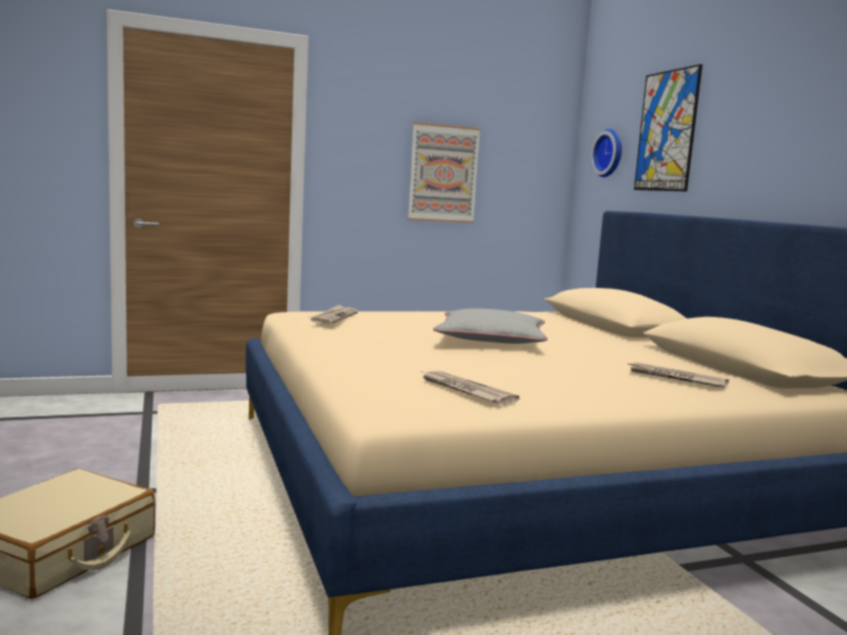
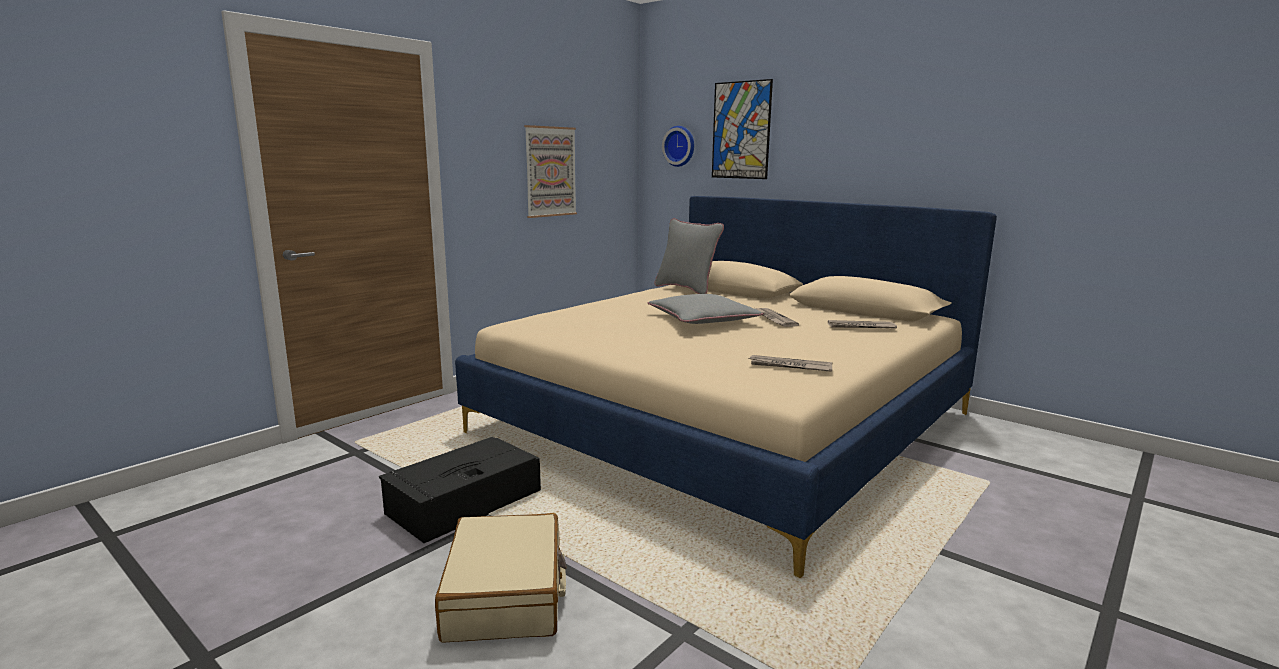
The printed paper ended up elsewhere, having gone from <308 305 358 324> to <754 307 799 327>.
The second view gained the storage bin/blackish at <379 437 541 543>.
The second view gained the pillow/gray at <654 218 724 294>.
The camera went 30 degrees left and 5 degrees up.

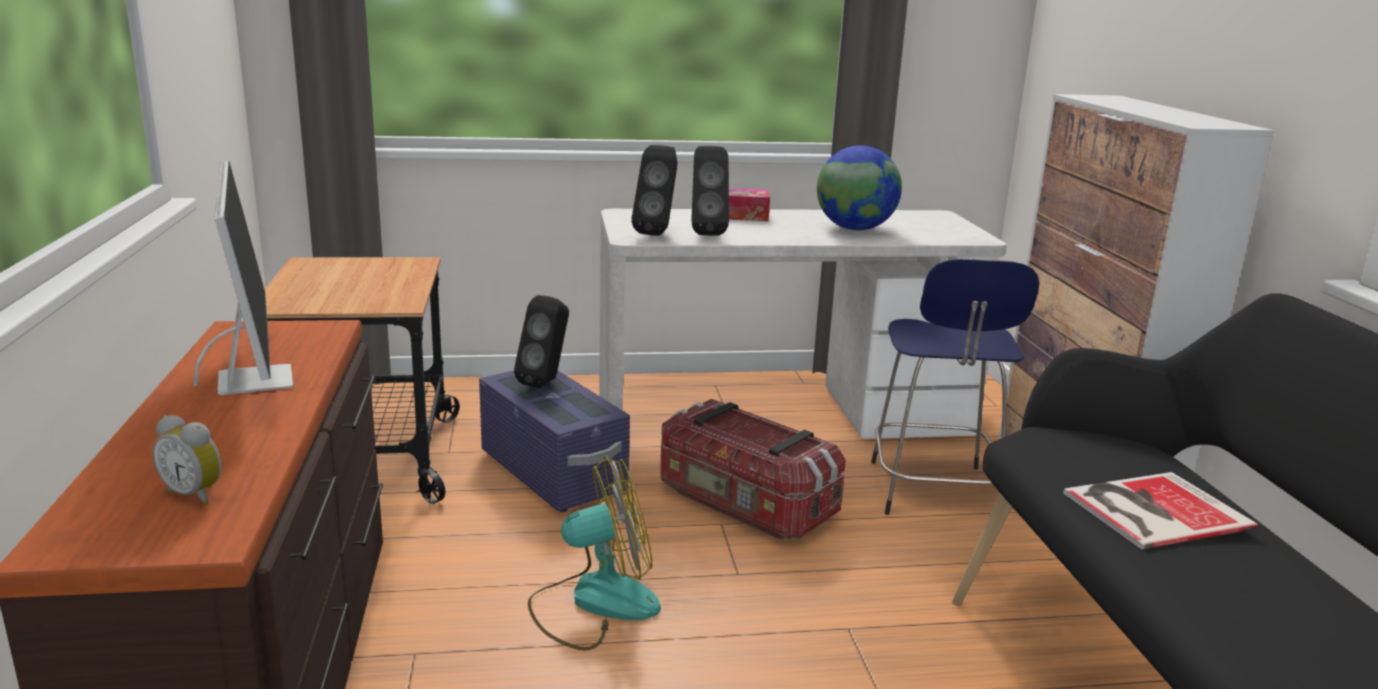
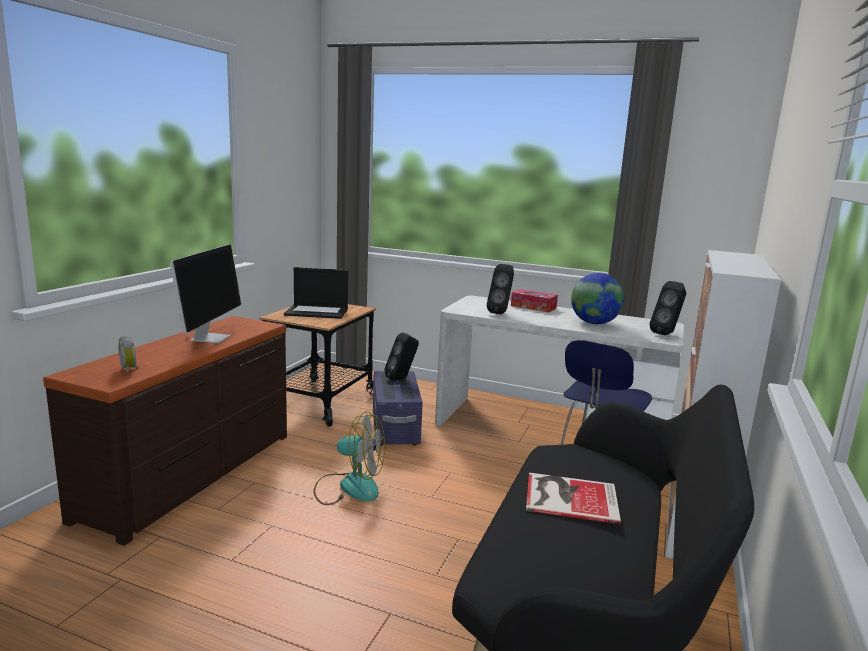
The audio speaker/blackish ended up elsewhere, having gone from <631 145 677 236> to <649 281 686 335>.
The second view lost the storage bin at <660 399 846 539>.
The second view gained the laptop at <284 267 348 319>.
The camera went 30 degrees right and 5 degrees down.

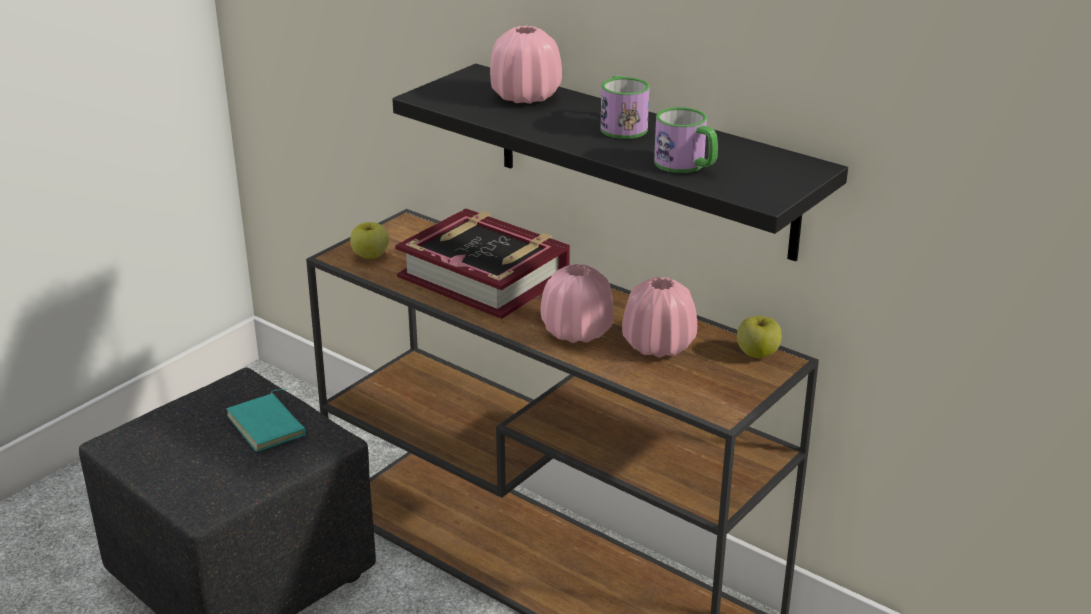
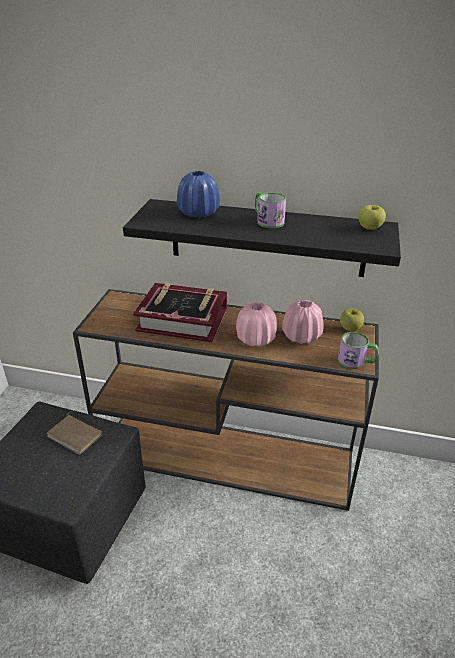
What was the bound book/turquoise at <227 389 305 452> turned into the bound book/brown-coloured at <47 409 102 455>.
The apple ended up elsewhere, having gone from <350 222 389 259> to <359 205 386 230>.
What was the decorative vase/pink at <490 26 562 104> turned into the decorative vase/blue-coloured at <177 171 220 218>.
The coffee mug ended up elsewhere, having gone from <654 107 718 173> to <338 332 379 369>.
The camera went 25 degrees left and 5 degrees up.

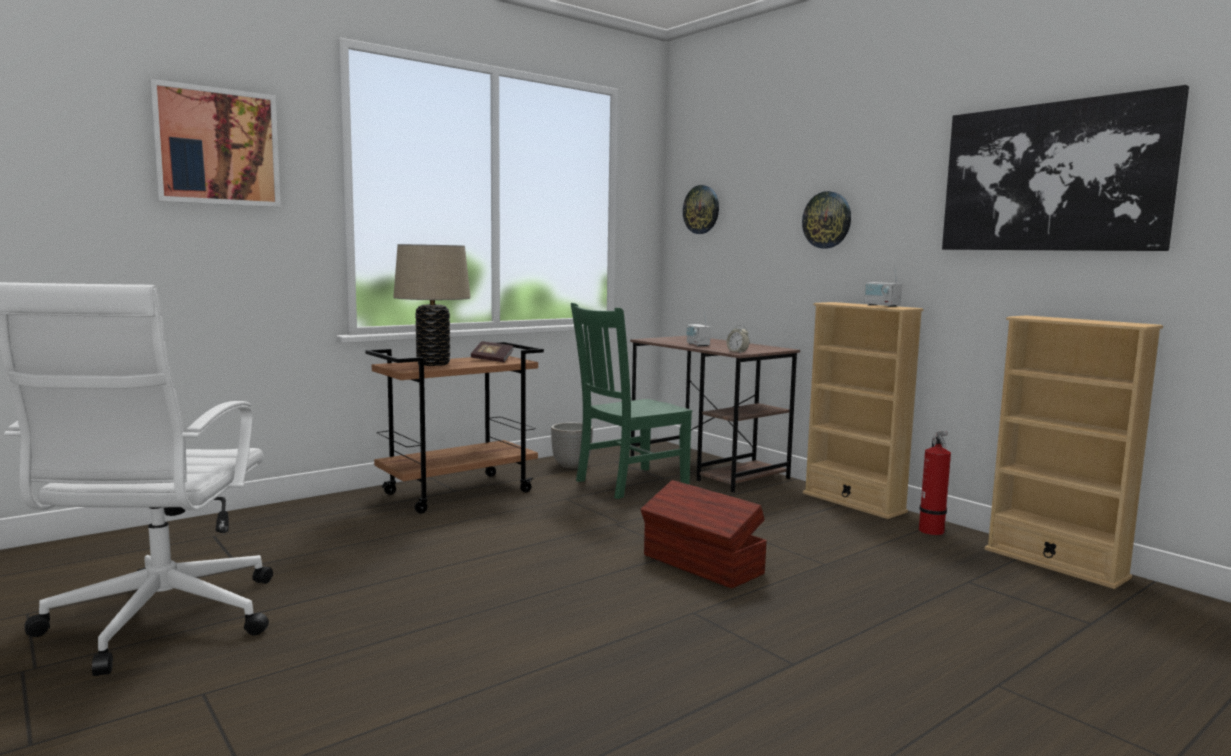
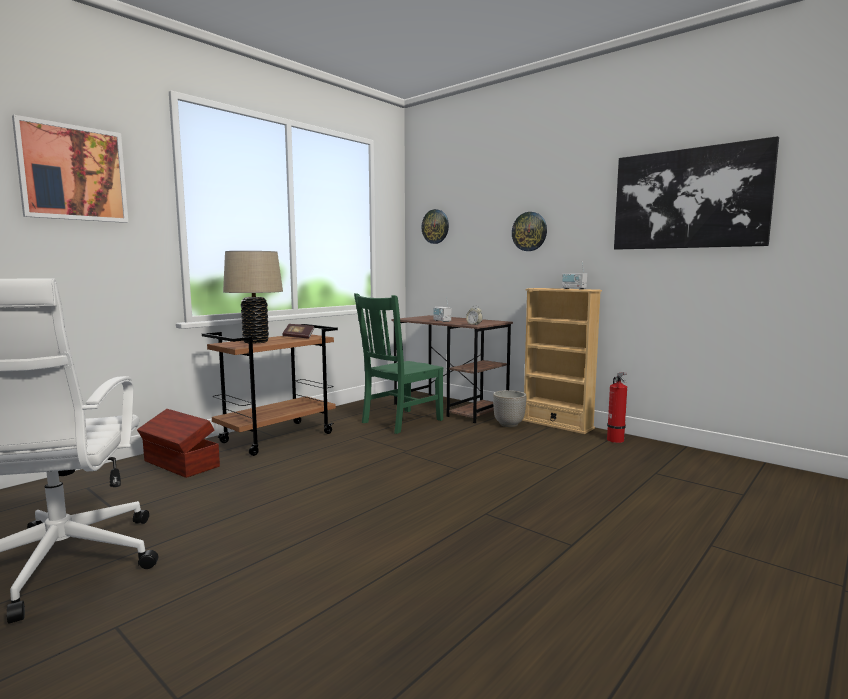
The plant pot ended up elsewhere, having gone from <551 422 593 469> to <493 390 527 427>.
The storage bin/brown-coloured ended up elsewhere, having gone from <640 480 767 588> to <137 409 220 478>.
The second view lost the bookcase/sand-coloured at <985 315 1163 589>.
The camera went 10 degrees left and 0 degrees up.

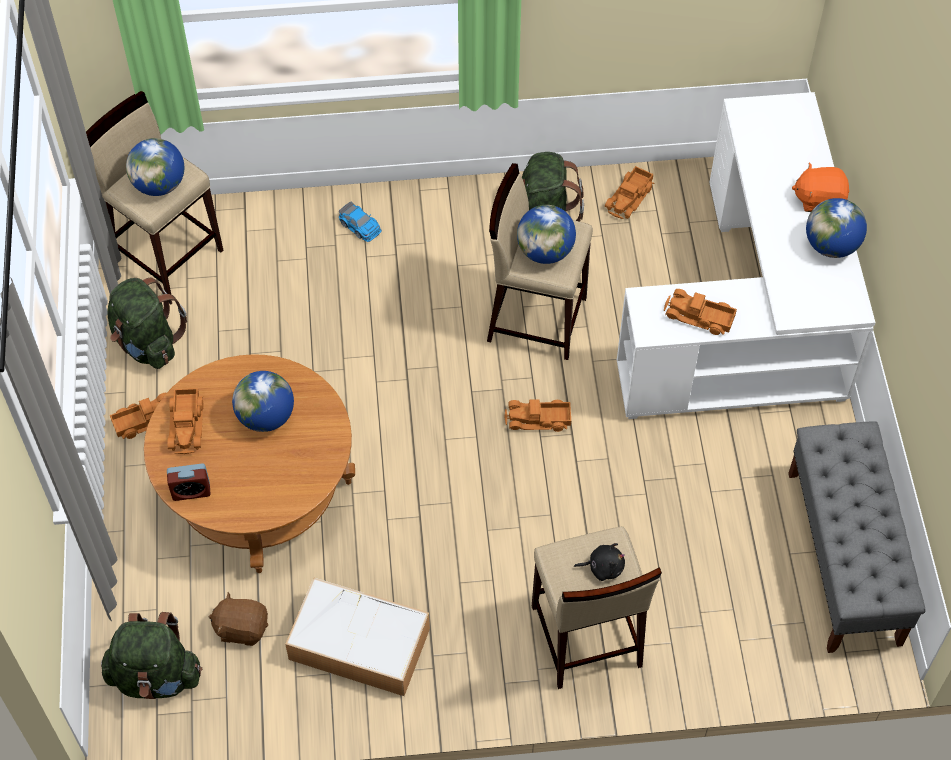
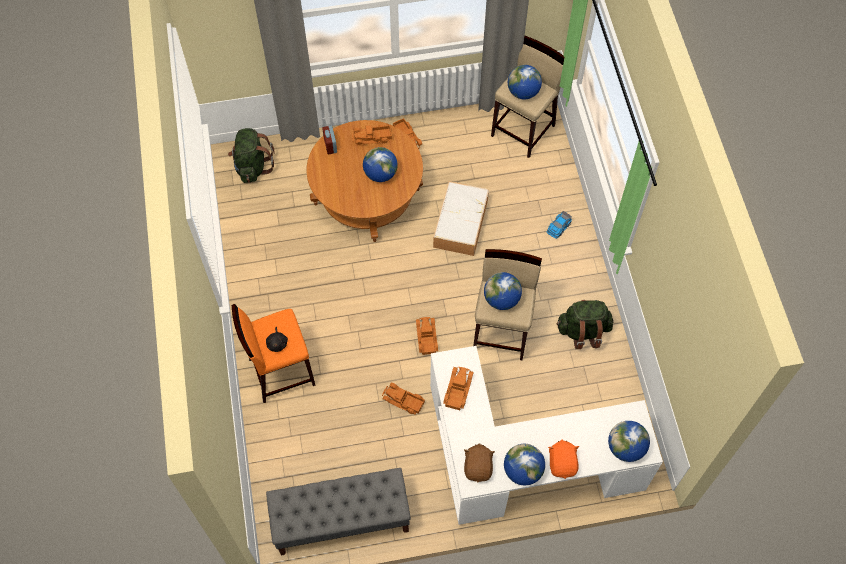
The second view lost the backpack/greenish at <108 278 187 369>.
The soft toy/brown-coloured ended up elsewhere, having gone from <208 592 268 646> to <464 443 495 483>.
The storage bin ended up elsewhere, having gone from <285 578 430 696> to <433 181 489 256>.
What was the sitting stool/sand-coloured at <532 526 662 689> turned into the sitting stool/orangey at <232 304 316 403>.
The toy truck ended up elsewhere, having gone from <605 166 654 219> to <382 383 425 415>.
The second view gained the globe at <608 421 650 462>.
The camera went 85 degrees right and 5 degrees up.

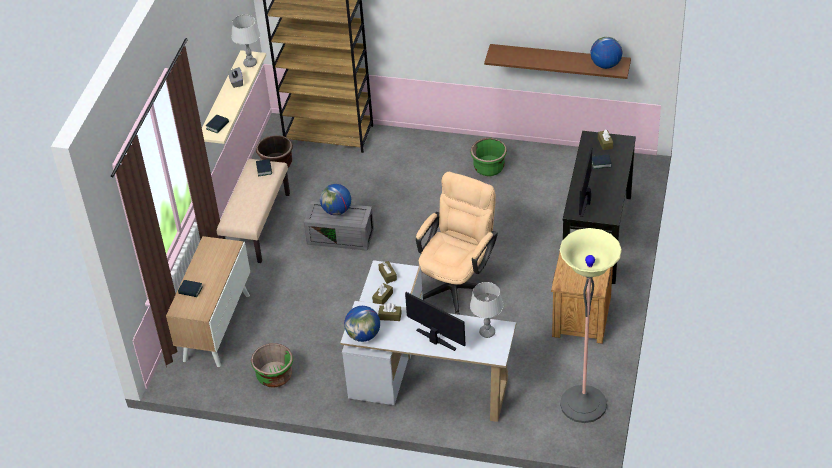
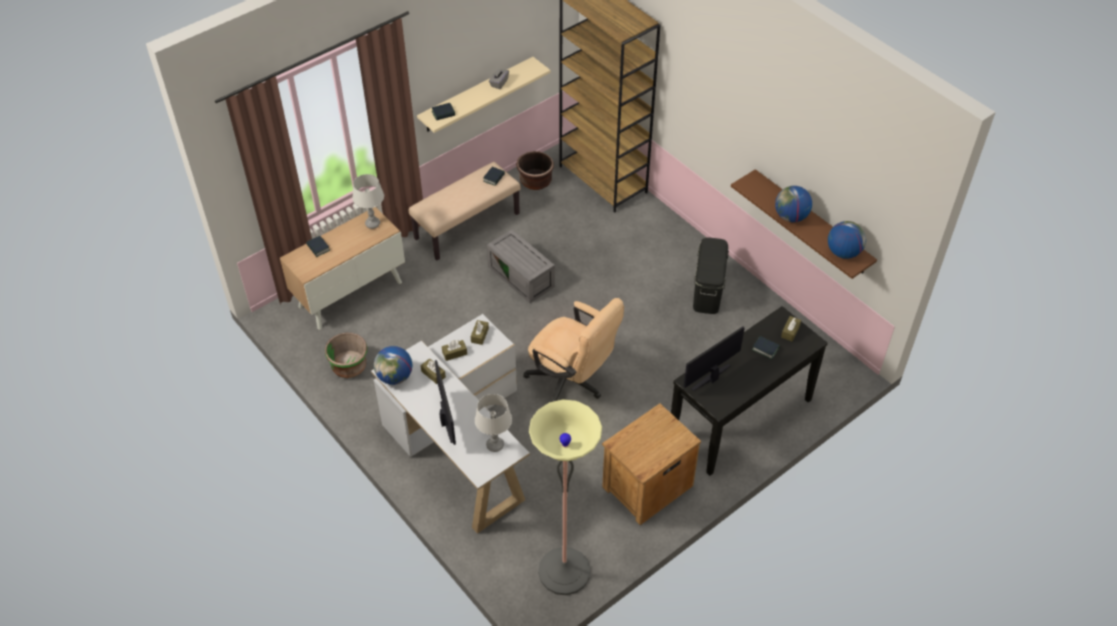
The lamp for a table/gray ended up elsewhere, having gone from <231 15 260 67> to <352 174 384 229>.
The globe ended up elsewhere, having gone from <320 184 351 215> to <775 186 812 222>.
The computer chair/sand-coloured at <416 172 498 315> ended up facing another way, 60 degrees clockwise from before.
Where the plant pot/greenish stood at <470 138 507 176>, the storage bin/blackish came to stand at <693 237 729 314>.
The camera went 35 degrees right and 5 degrees up.

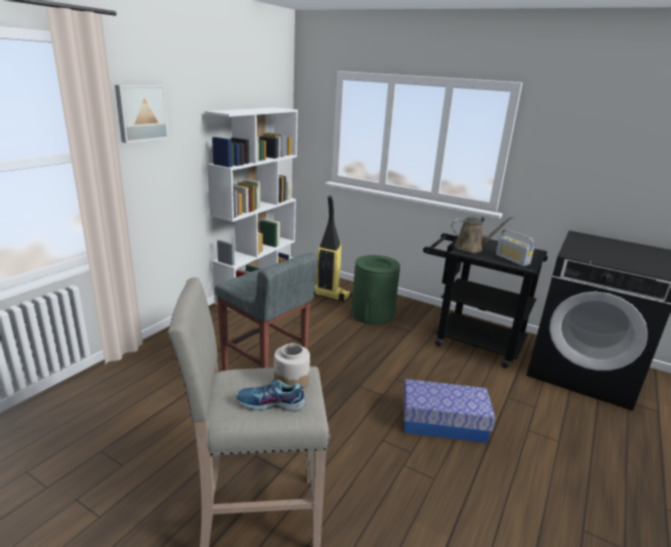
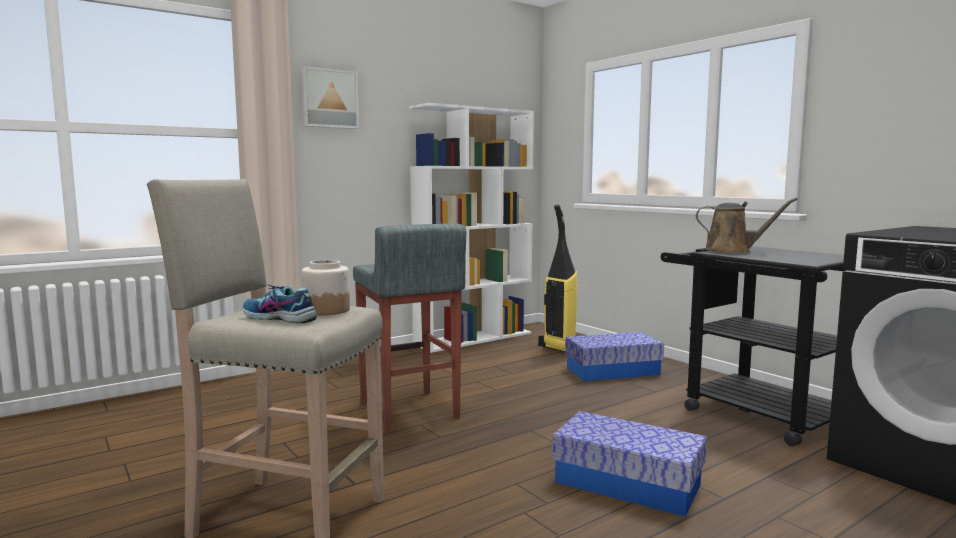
Where the trash can/greenish stood at <351 255 400 325>, the storage bin came to stand at <565 332 664 381>.
The second view lost the radio receiver at <496 229 534 266>.
The camera went 25 degrees right and 15 degrees down.

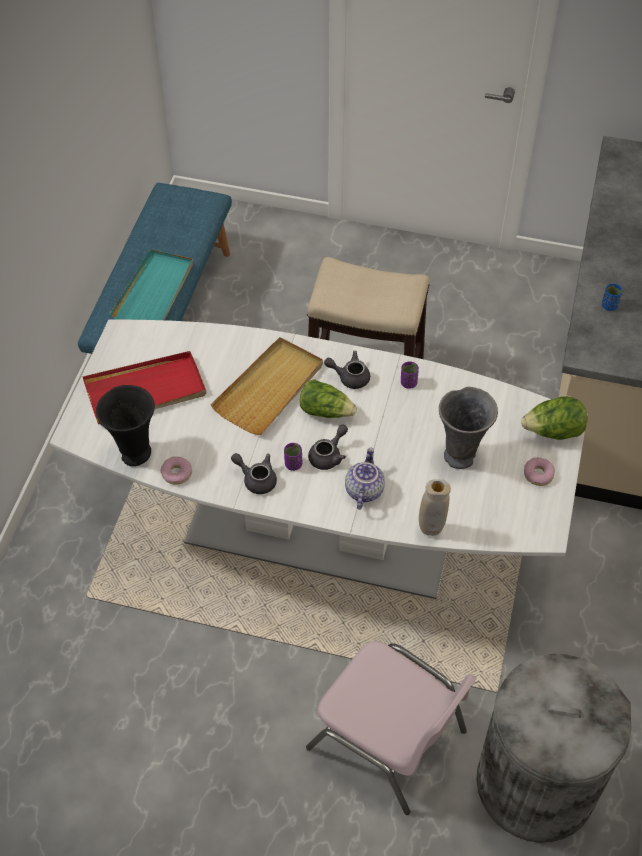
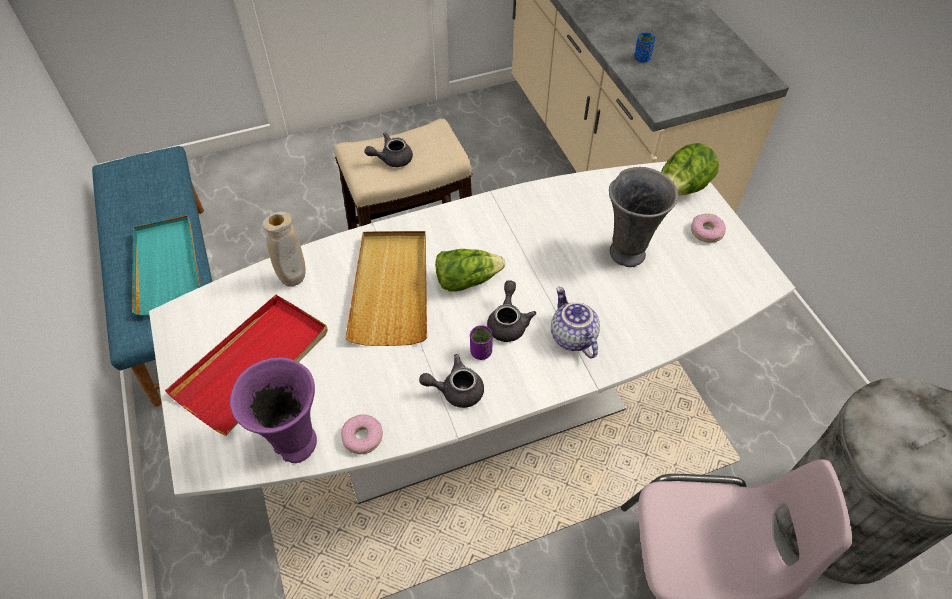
What was the decorative vase/blackish at <96 385 155 466> turned into the decorative vase/purplish at <230 357 317 463>.
The teapot/gray ended up elsewhere, having gone from <324 351 370 389> to <365 132 413 167>.
The second view lost the small cup/purplish at <401 362 419 389>.
The decorative vase/sand-coloured ended up elsewhere, having gone from <419 479 451 536> to <263 212 306 287>.
The camera went 35 degrees left and 0 degrees up.

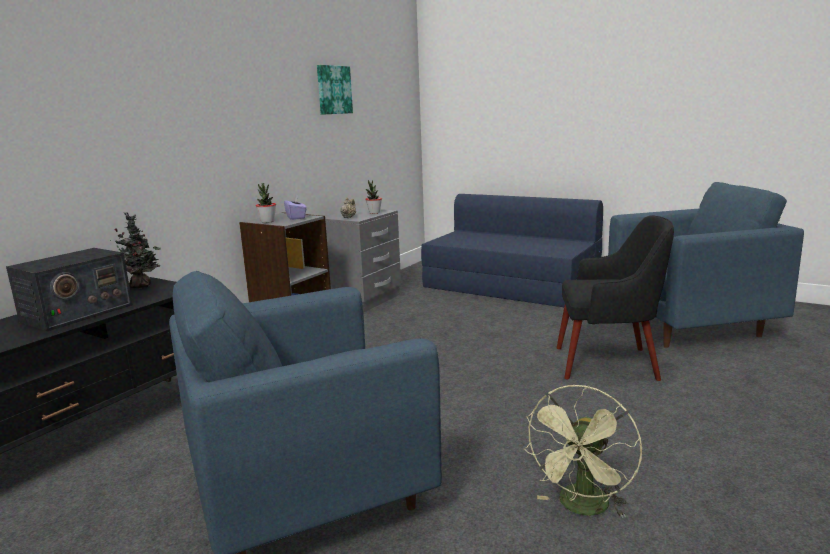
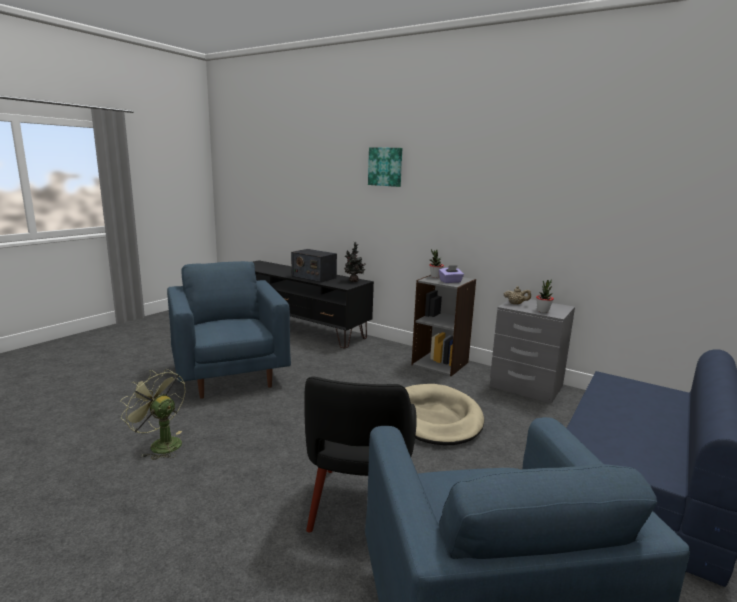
The picture ended up elsewhere, having gone from <317 65 353 115> to <368 147 402 187>.
The second view gained the pet bed/sand-coloured at <405 384 484 445>.
The camera went 90 degrees right and 0 degrees up.

